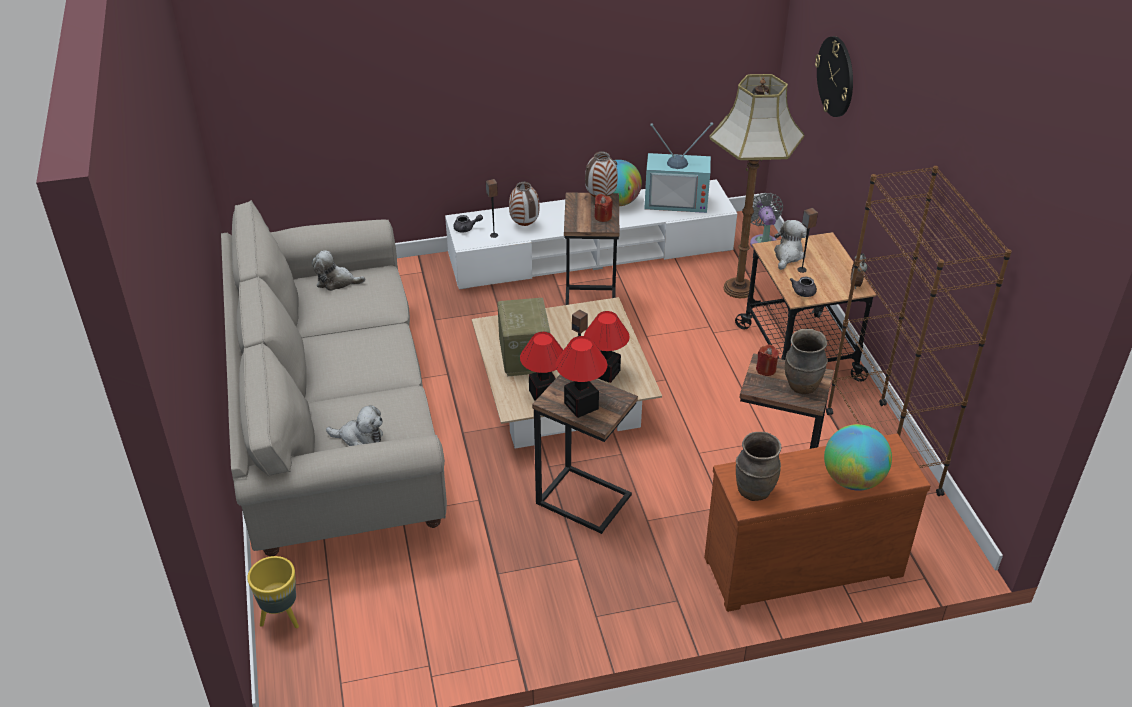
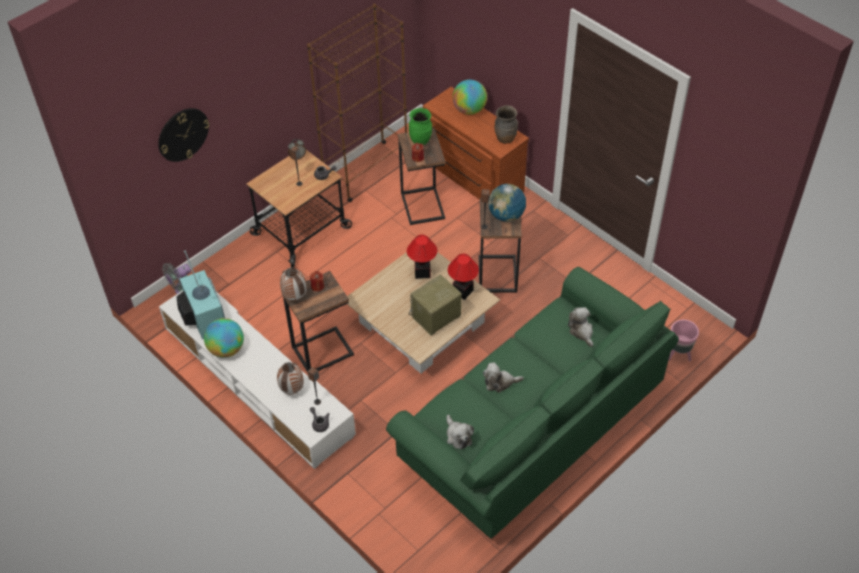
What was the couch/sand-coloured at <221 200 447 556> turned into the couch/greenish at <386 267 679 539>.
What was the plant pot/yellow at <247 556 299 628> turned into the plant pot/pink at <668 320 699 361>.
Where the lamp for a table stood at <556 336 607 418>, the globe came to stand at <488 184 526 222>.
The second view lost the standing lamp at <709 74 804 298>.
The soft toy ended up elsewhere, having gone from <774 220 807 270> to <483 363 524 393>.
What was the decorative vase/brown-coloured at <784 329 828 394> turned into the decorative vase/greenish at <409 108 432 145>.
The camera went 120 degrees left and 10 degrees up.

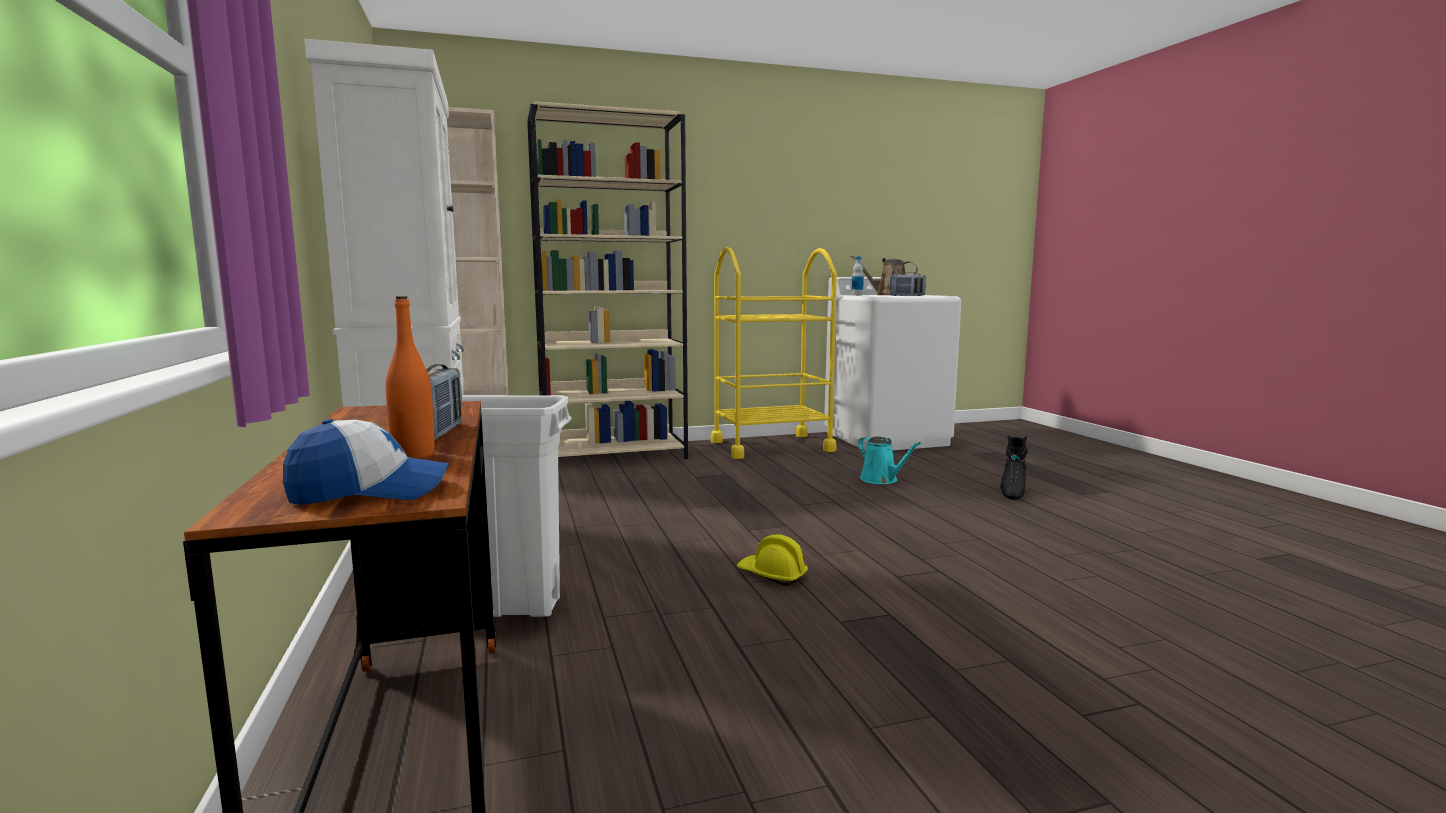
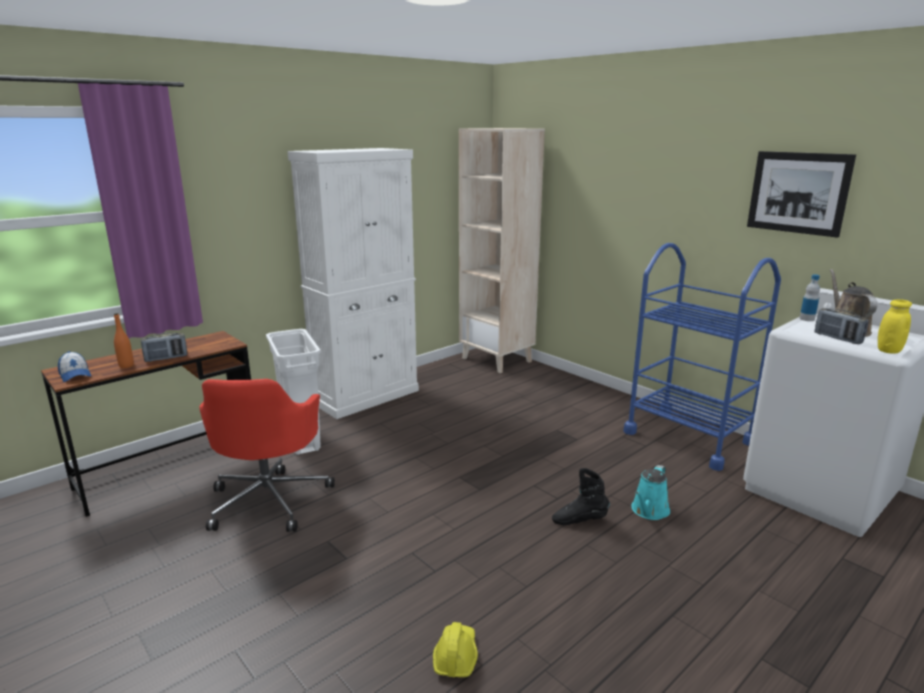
The second view lost the bookcase/sand-coloured at <527 101 688 459>.
What was the trolley/yellow at <711 247 837 459> turned into the trolley/blue-coloured at <623 243 781 471>.
The hard hat/yellow ended up elsewhere, having gone from <737 534 808 586> to <433 622 478 677>.
The boot/blackish ended up elsewhere, having gone from <1000 435 1027 500> to <552 468 610 525>.
The second view gained the computer chair/reddish at <199 379 335 532>.
The second view gained the picture at <747 151 856 238>.
The second view gained the preserve jar/yellow at <878 299 912 354>.
The camera went 65 degrees right and 10 degrees up.

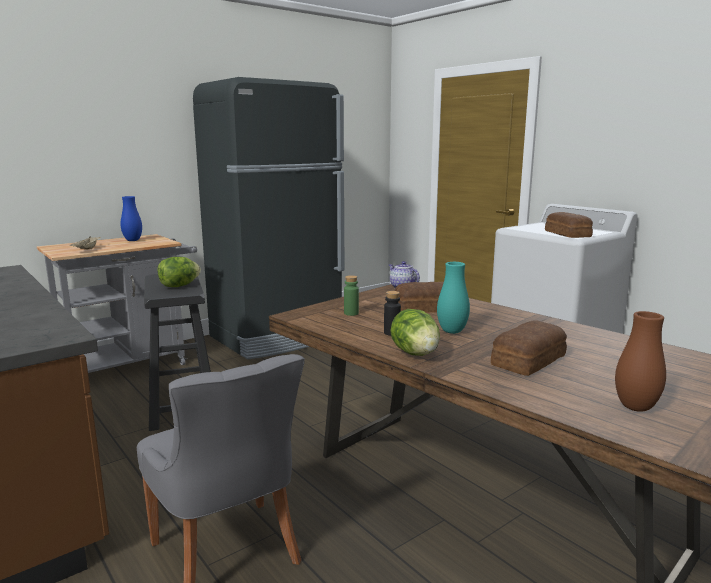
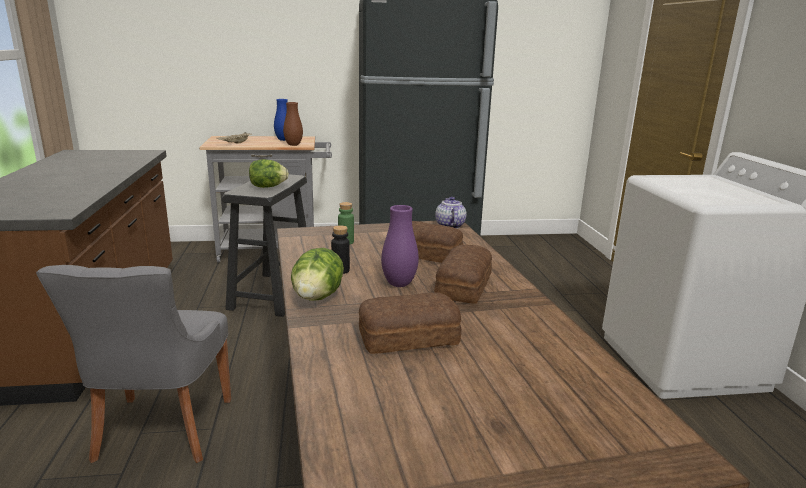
What was the decorative vase/turquoise at <437 262 470 334> turned into the decorative vase/purplish at <381 205 419 287>.
The bakery bread ended up elsewhere, having gone from <545 212 593 238> to <435 245 492 304>.
The decorative vase/brown-coloured ended up elsewhere, having gone from <615 311 666 412> to <283 102 303 146>.
The camera went 30 degrees right and 5 degrees up.

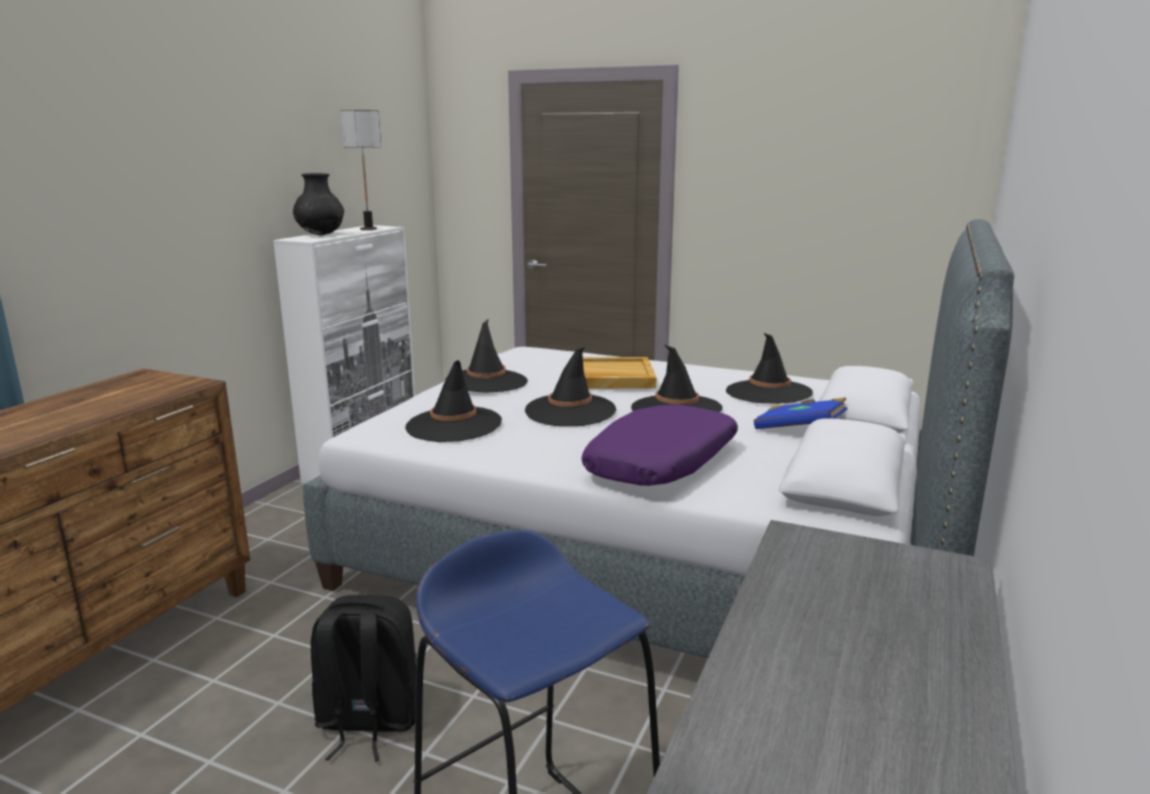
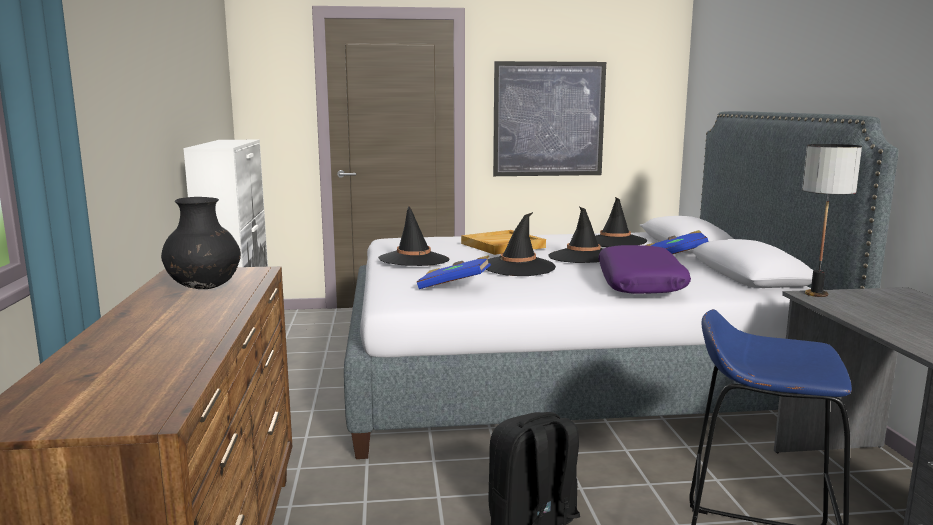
The decorative vase/blackish ended up elsewhere, having gone from <293 173 344 235> to <161 197 241 289>.
The lamp for a table ended up elsewhere, having gone from <340 110 381 230> to <802 144 862 297>.
Where the clothing hat/blackish stood at <405 360 502 442>, the bound book/blue-coloured came to stand at <417 255 491 289>.
The second view gained the picture at <493 61 606 176>.
The camera went 30 degrees left and 5 degrees down.

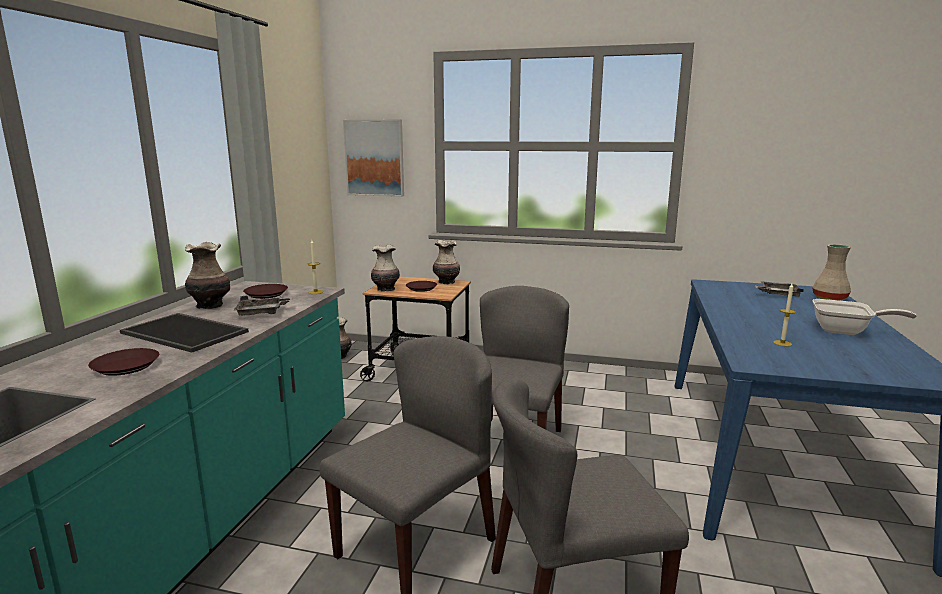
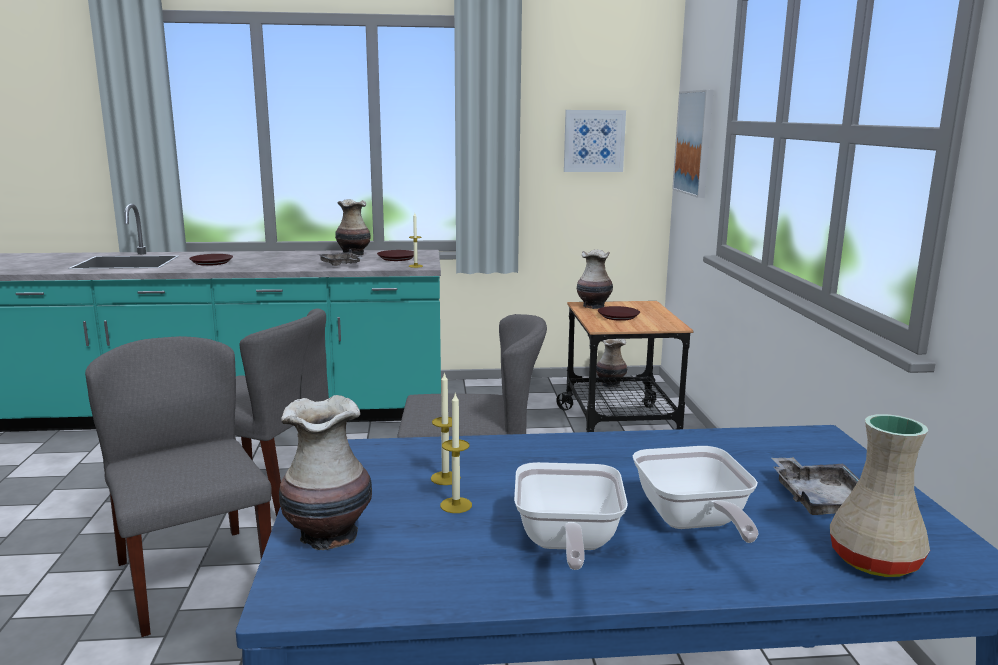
The second view lost the serving tray at <120 313 249 353>.
The decorative vase ended up elsewhere, having gone from <433 240 460 284> to <279 395 372 550>.
The second view gained the wax candle at <440 392 472 513>.
The second view gained the picture at <564 110 626 172>.
The second view gained the pan at <633 446 758 543>.
The camera went 70 degrees right and 0 degrees up.

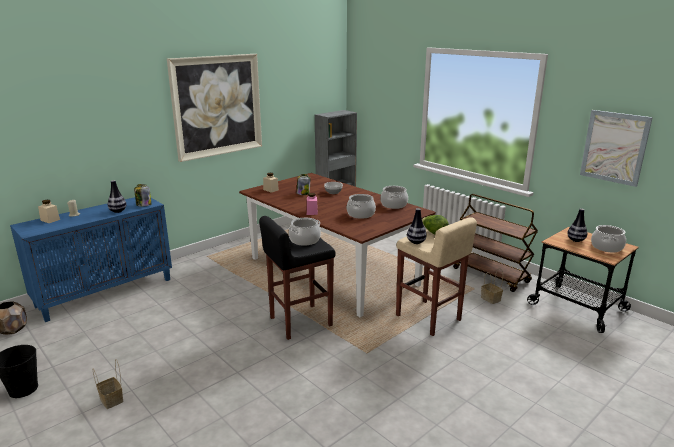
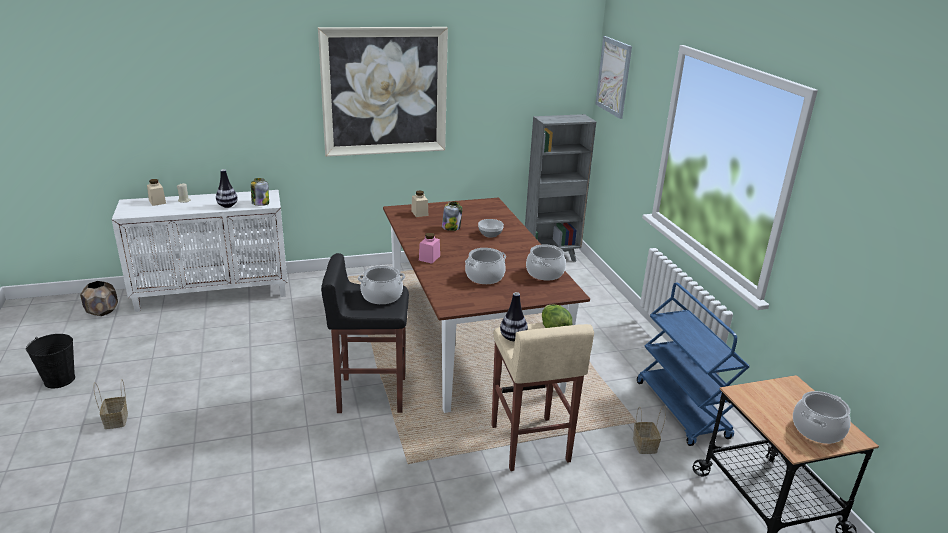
What was the cupboard/blue-coloured at <10 197 172 322> turned into the cupboard/whitish at <112 190 288 312>.
What was the trolley/brown-coloured at <453 194 538 292> turned into the trolley/blue-coloured at <637 283 749 446>.
The second view lost the decorative vase at <567 208 587 242>.
The picture ended up elsewhere, having gone from <580 110 653 187> to <595 36 632 119>.
The camera went 25 degrees right and 5 degrees up.

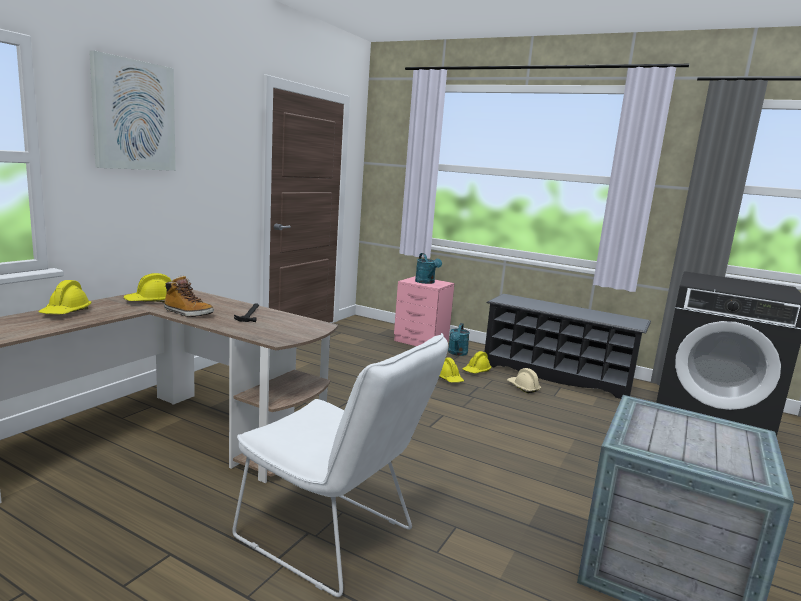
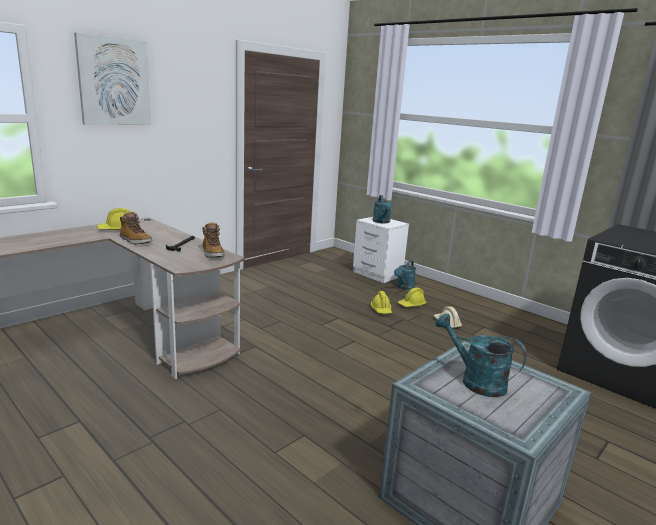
The second view lost the hard hat/yellow at <38 280 91 314>.
The second view lost the chair/whitish at <232 333 448 597>.
What was the night table/pink at <394 276 454 346> turned into the night table/whitish at <353 217 409 283>.
The second view lost the shoe rack/blackish at <484 294 651 399>.
The second view gained the boot at <202 222 225 258>.
The second view gained the watering pot/turquoise at <435 313 527 397>.
The camera went 15 degrees right and 5 degrees up.

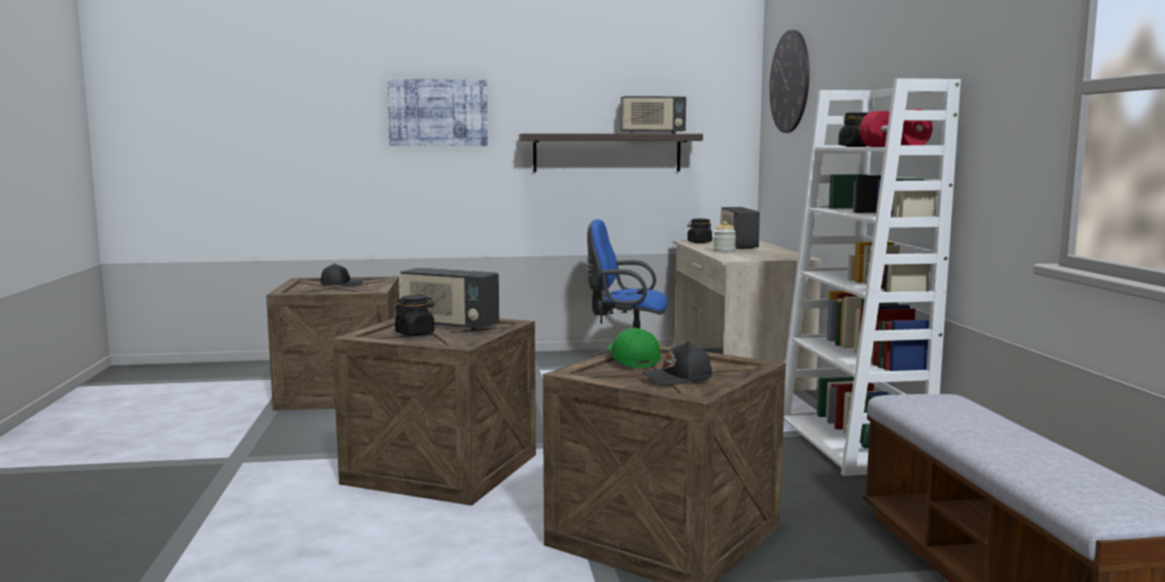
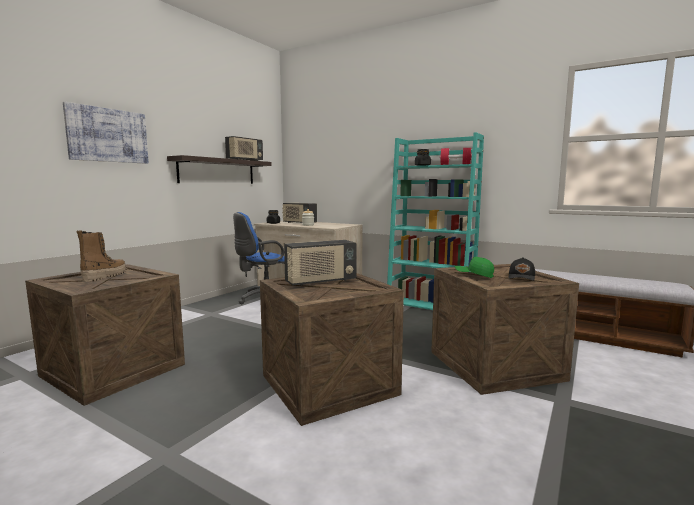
Where the peaked cap/blackish stood at <321 263 363 286>, the boot came to stand at <77 230 126 282>.
The second view lost the preserve jar/blackish at <395 295 435 336>.
The second view lost the clock on the wall at <769 30 810 133>.
What was the bookcase/whitish at <784 78 961 476> turned into the bookcase/turquoise at <387 132 484 310>.
The camera went 50 degrees left and 0 degrees up.

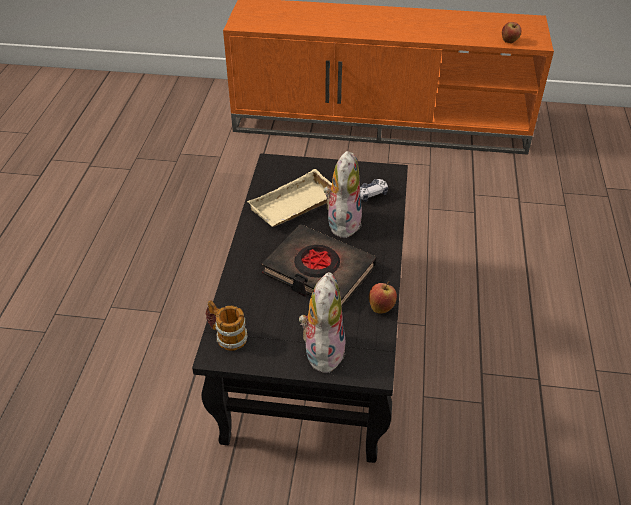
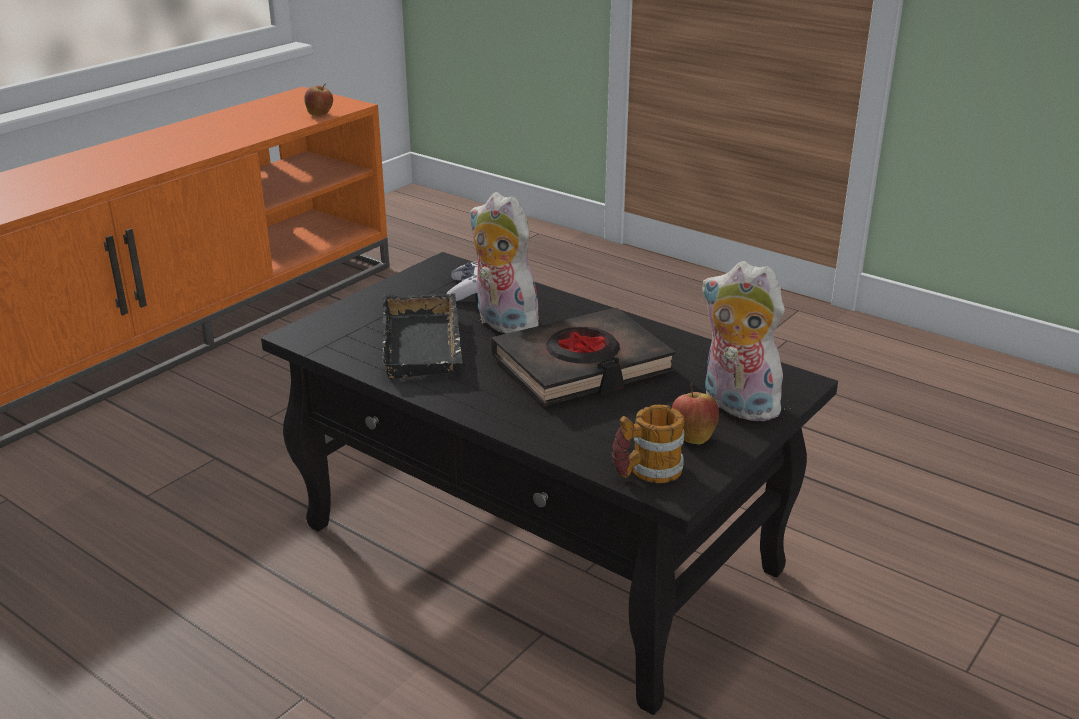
What was the serving tray/sand-coloured at <247 169 332 227> turned into the serving tray/blackish at <382 293 463 379>.
The apple ended up elsewhere, having gone from <369 281 397 313> to <672 384 719 445>.
The camera went 60 degrees left and 15 degrees down.

